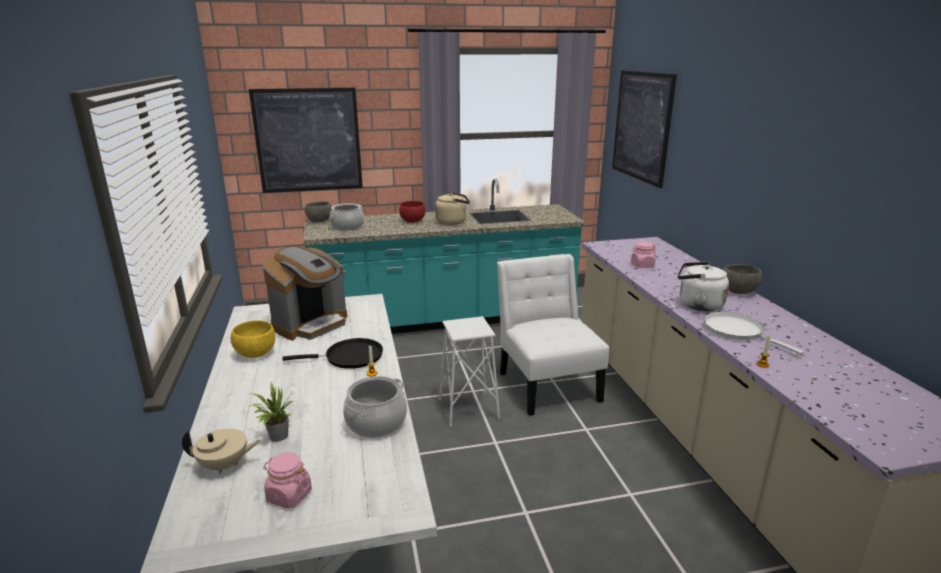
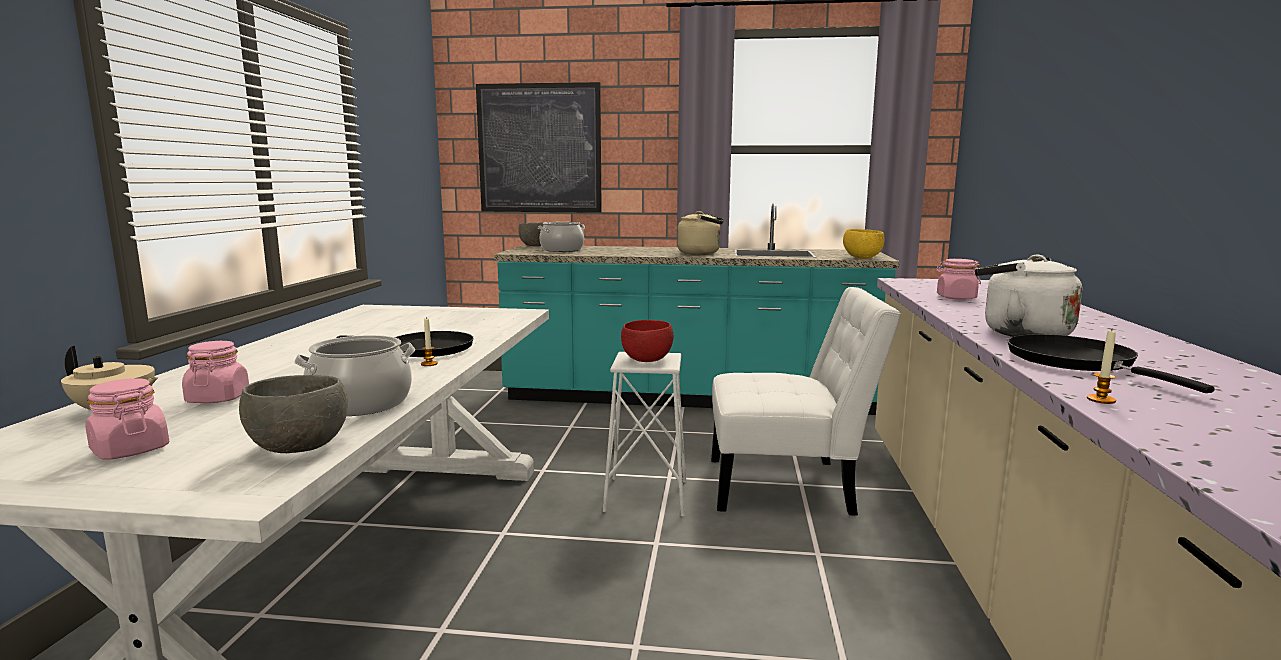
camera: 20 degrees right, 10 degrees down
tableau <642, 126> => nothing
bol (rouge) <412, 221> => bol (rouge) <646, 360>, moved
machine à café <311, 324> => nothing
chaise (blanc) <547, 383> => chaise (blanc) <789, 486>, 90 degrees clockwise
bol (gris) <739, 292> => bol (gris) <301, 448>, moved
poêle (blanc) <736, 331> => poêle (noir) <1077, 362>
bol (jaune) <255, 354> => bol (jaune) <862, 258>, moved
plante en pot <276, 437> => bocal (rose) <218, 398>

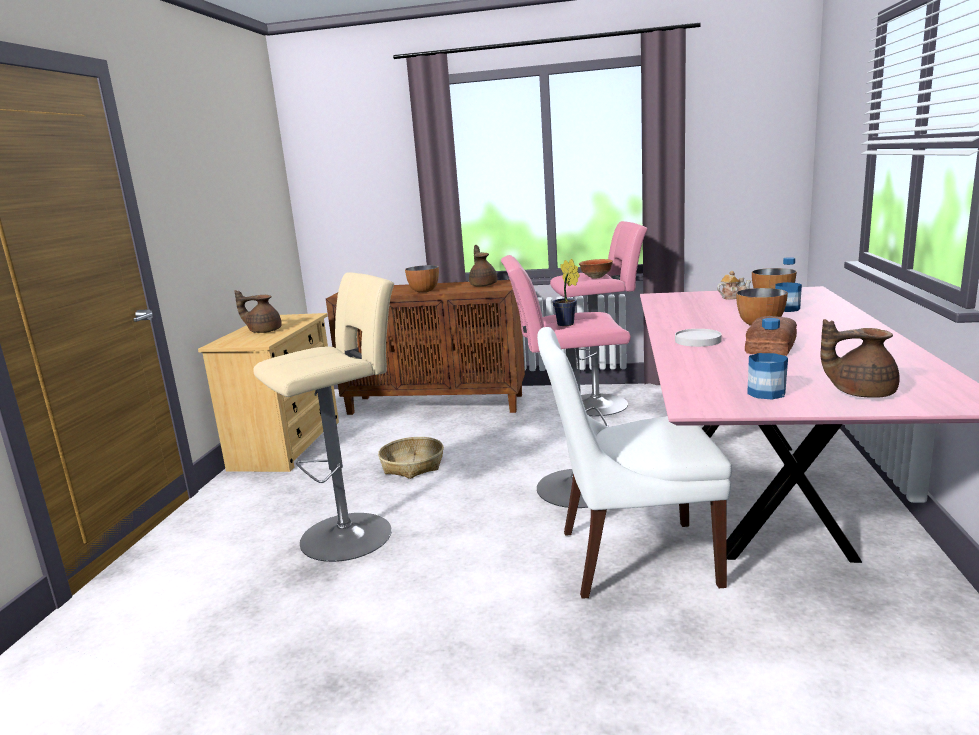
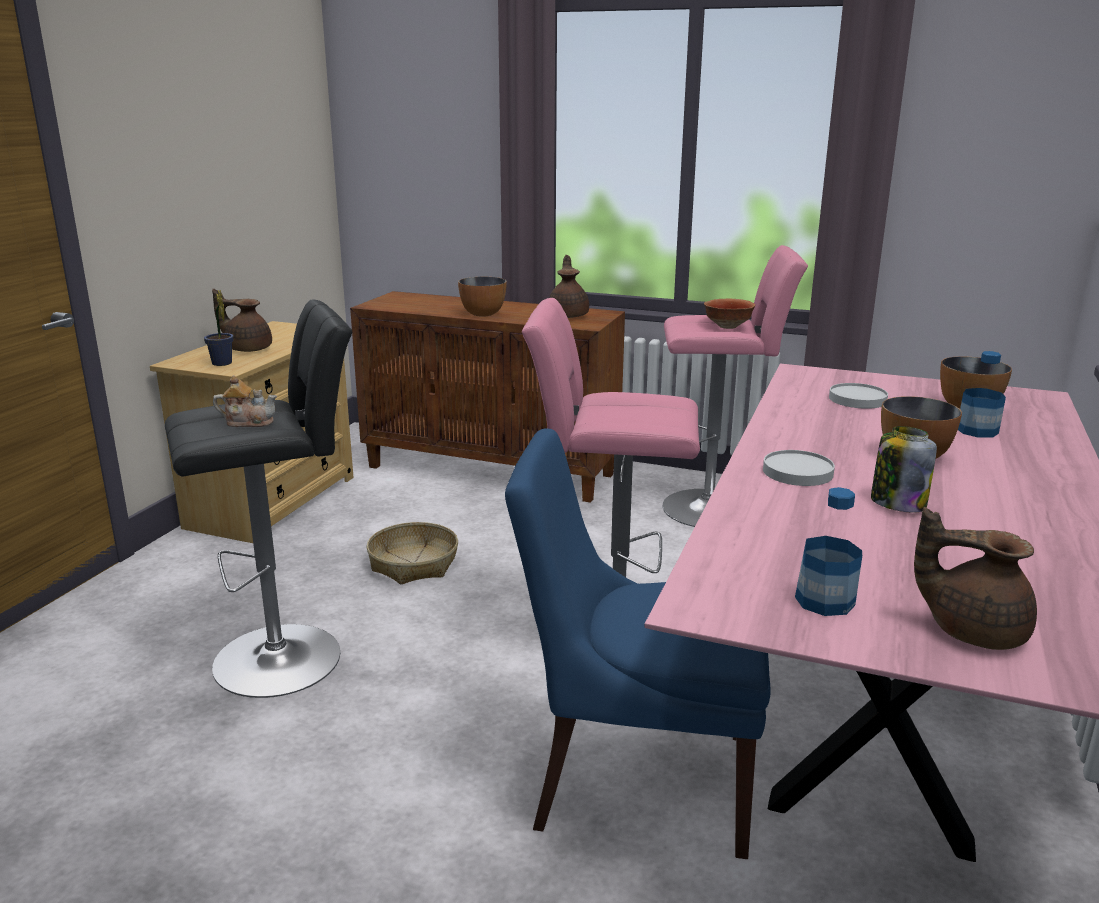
camera: 10 degrees right, 5 degrees up
plante en pot <567, 324> => plante en pot <222, 364>, moved
théière <733, 297> => théière <248, 422>, moved
tabouret (beige) <352, 533> => tabouret (noir) <287, 656>
pain <769, 346> => bocal <897, 503>
chaise (blanc) <631, 558> => chaise (bleu) <634, 778>
nothing => assiette (blanc) <857, 399>

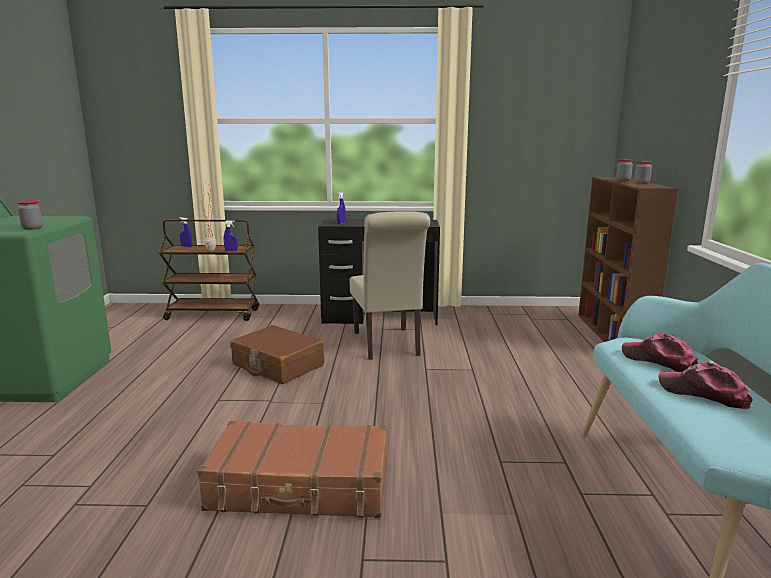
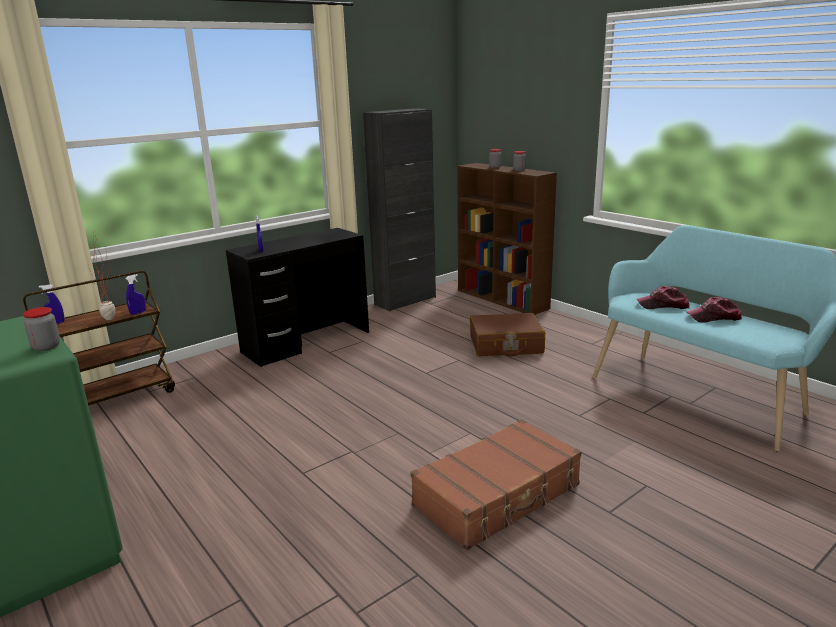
camera: 40 degrees left, 5 degrees up
chaise (beige) <388, 345> => nothing
valise (marron) <277, 365> => valise (marron) <506, 345>, moved
nothing => meuble de rangement (noir) <405, 301>

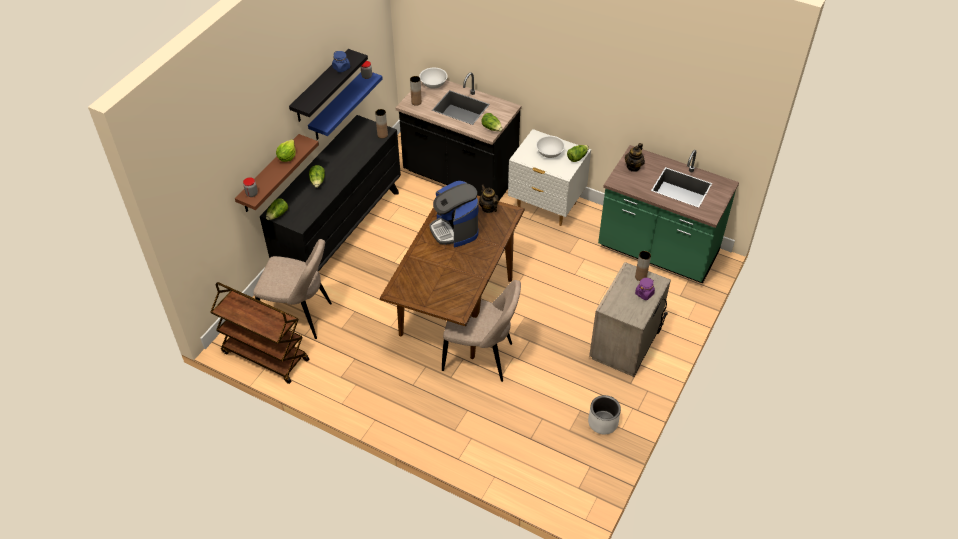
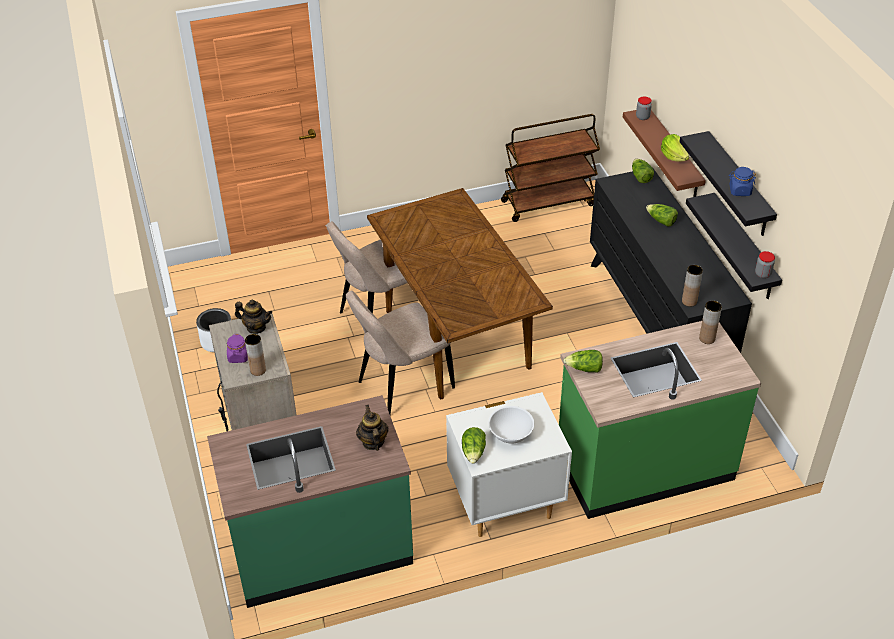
camera: 135 degrees right, 5 degrees down
bol (blanc) <433, 84> => nothing
étagère (bleu) <337, 106> => étagère (noir) <744, 248>
comptoir de cuisine (noir) <459, 177> => comptoir de cuisine (vert) <643, 465>
machine à café <455, 230> => nothing
théière <488, 208> => théière <256, 327>, moved
chaise (beige) <299, 316> => chaise (beige) <401, 386>, moved

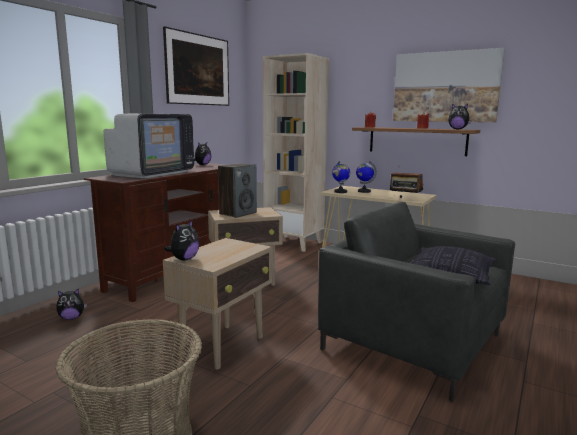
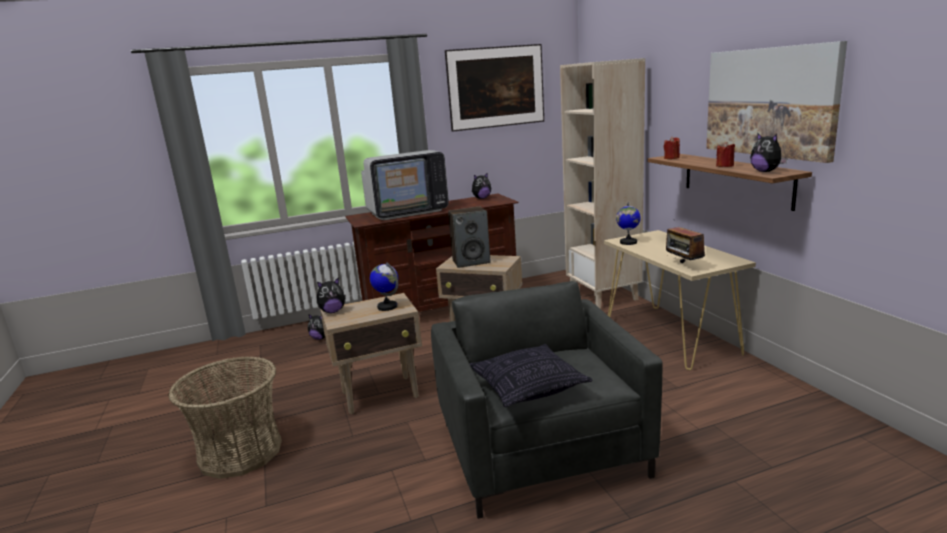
camera: 40 degrees right, 5 degrees up
globe <364, 191> => globe <387, 307>, moved

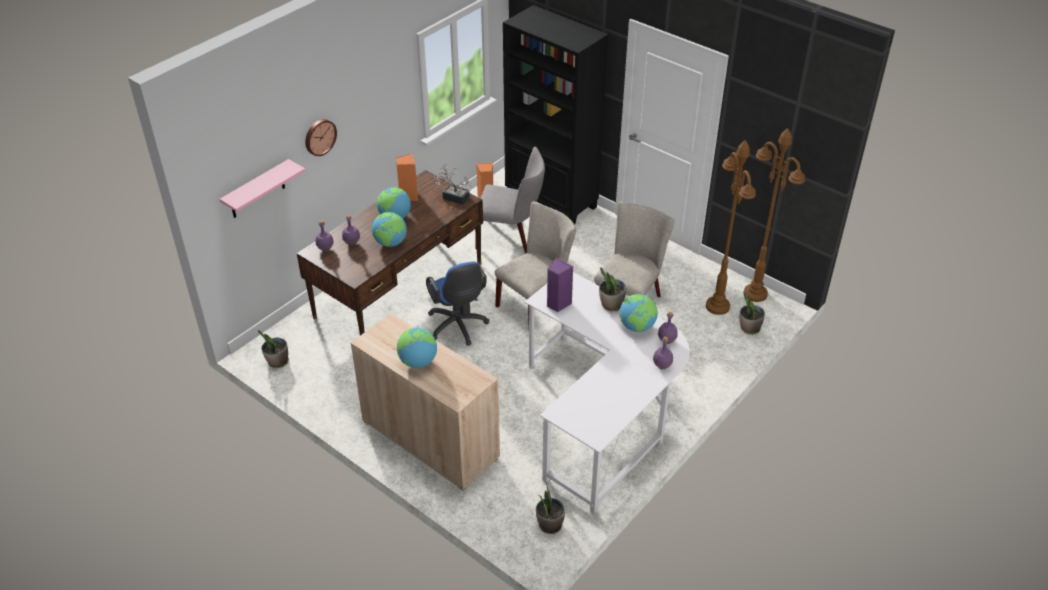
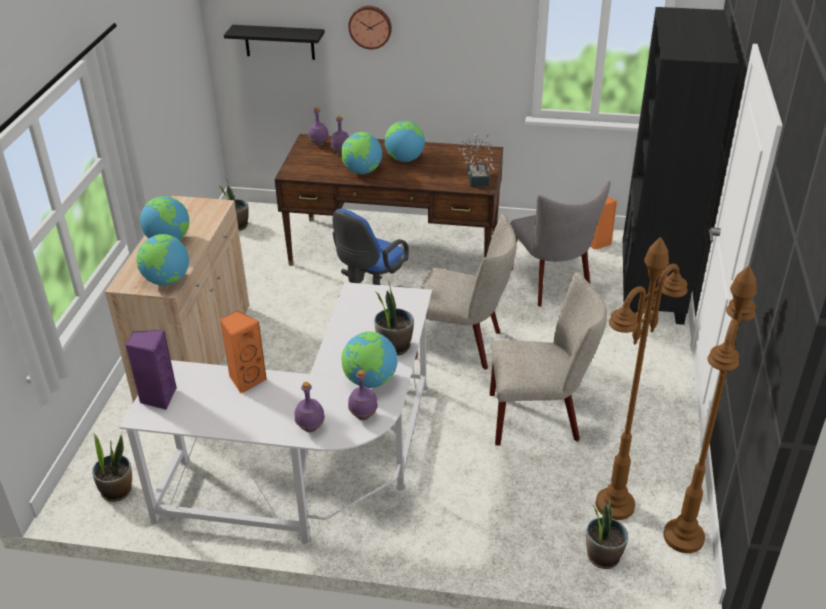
camera: 60 degrees right, 5 degrees down
enceinte (orange) <408, 196> => enceinte (orange) <246, 379>, moved
étagère (rose) <257, 190> => étagère (noir) <279, 42>
enceinte (violet) <557, 304> => enceinte (violet) <158, 397>, moved
nothing => globe <166, 281>

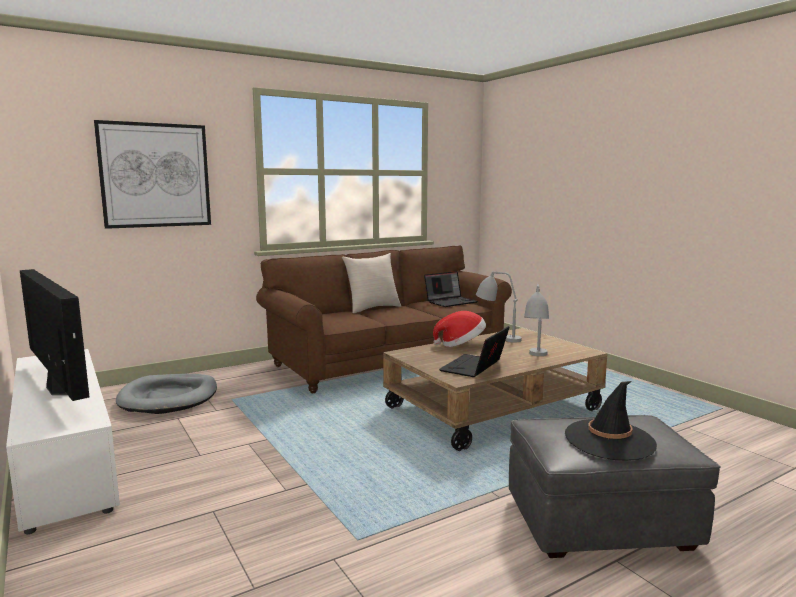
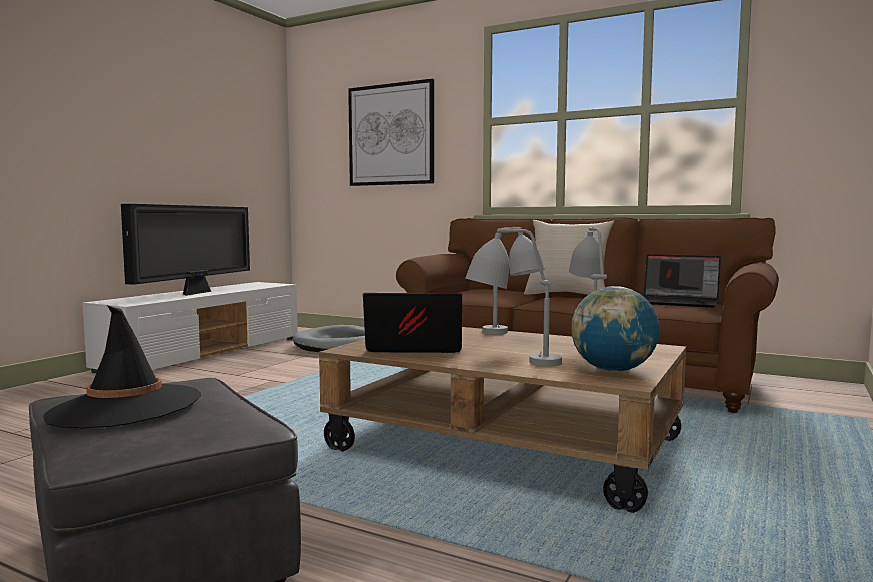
camera: 60 degrees right, 5 degrees down
chapeau <461, 344> => lampe de table (gris) <512, 336>
nothing => globe <613, 370>

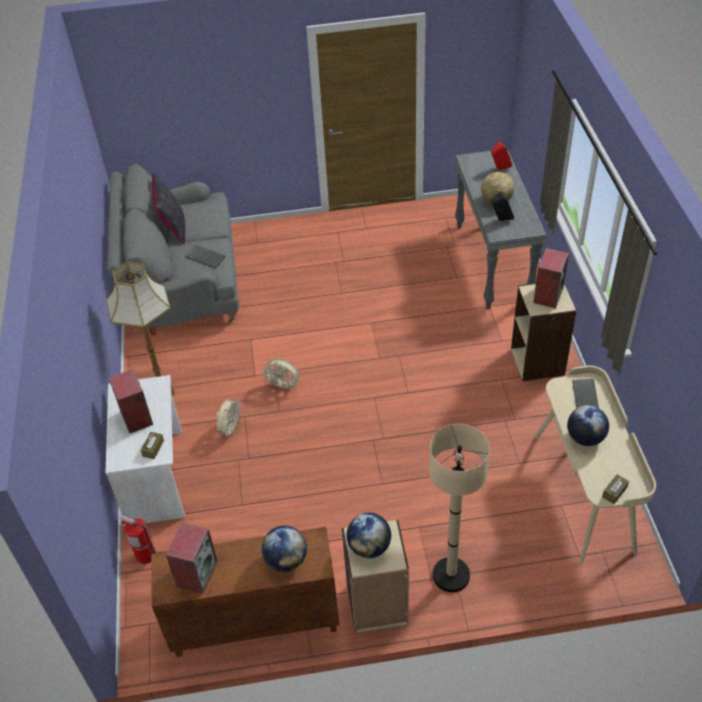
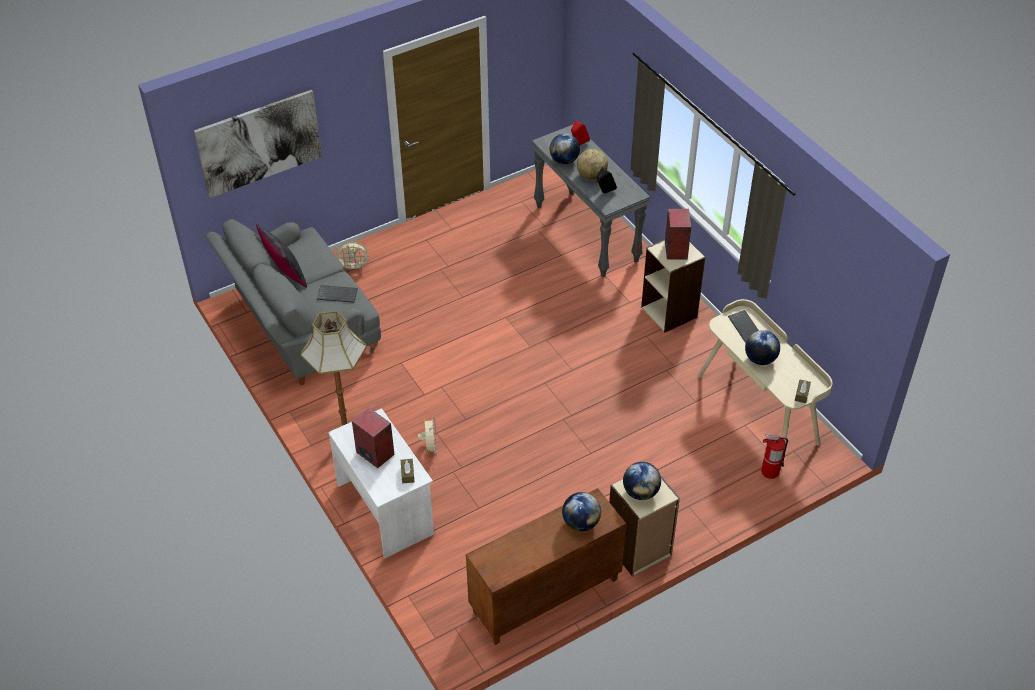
camera: 25 degrees left, 0 degrees up
ventilateur (beige) <283, 386> => ventilateur (beige) <354, 268>, moved
lampadaire (beige) <451, 575> => nothing
extincteur <145, 555> => extincteur <769, 471>, moved
enceinte <197, 573> => nothing
nothing => tableau <259, 143>
nothing => globe <564, 160>

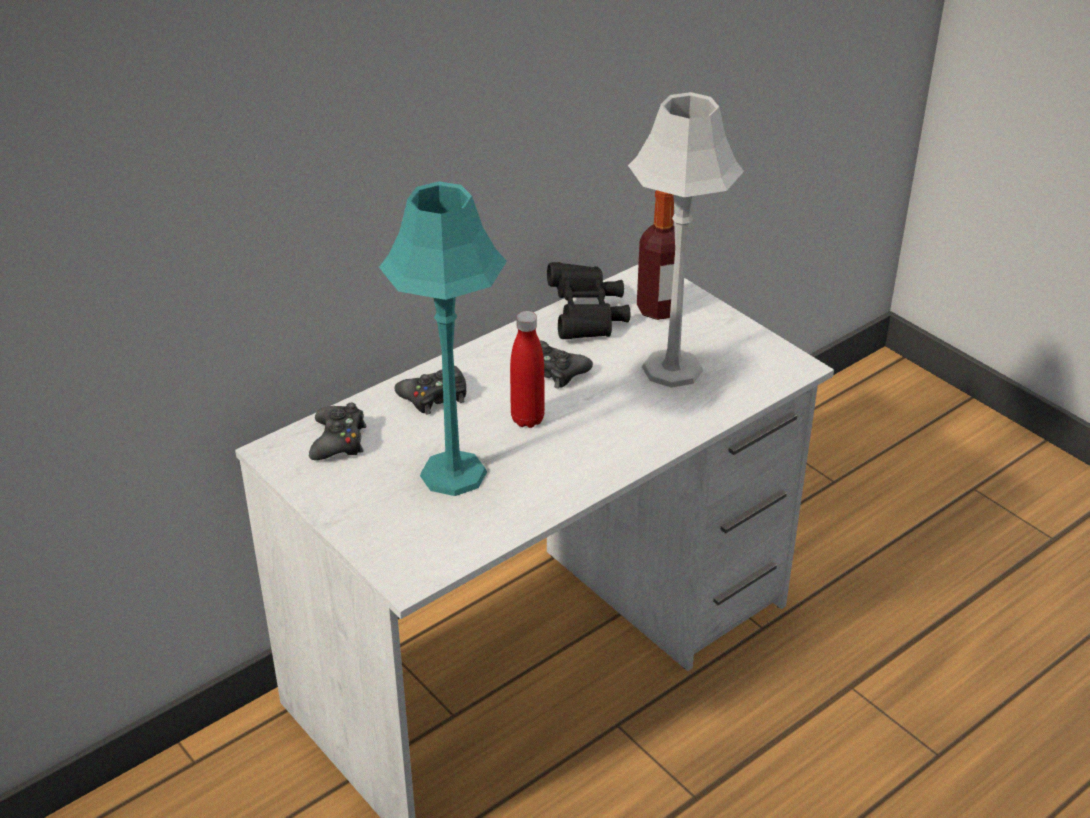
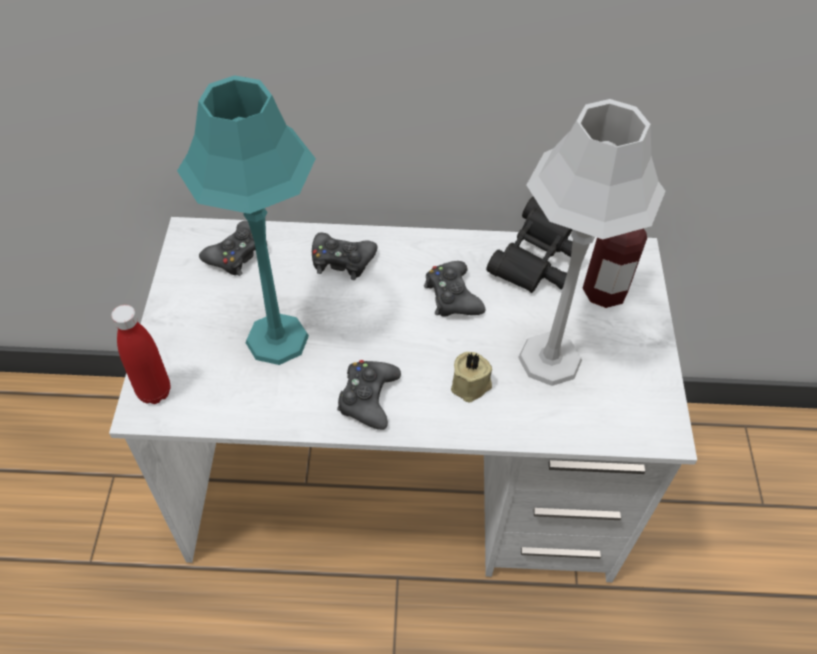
camera: 40 degrees right, 15 degrees up
bouteille (rouge) <527, 419> => bouteille (rouge) <154, 392>, moved
nothing => bougie (beige) <471, 386>
nothing => manette (noir) <368, 398>

